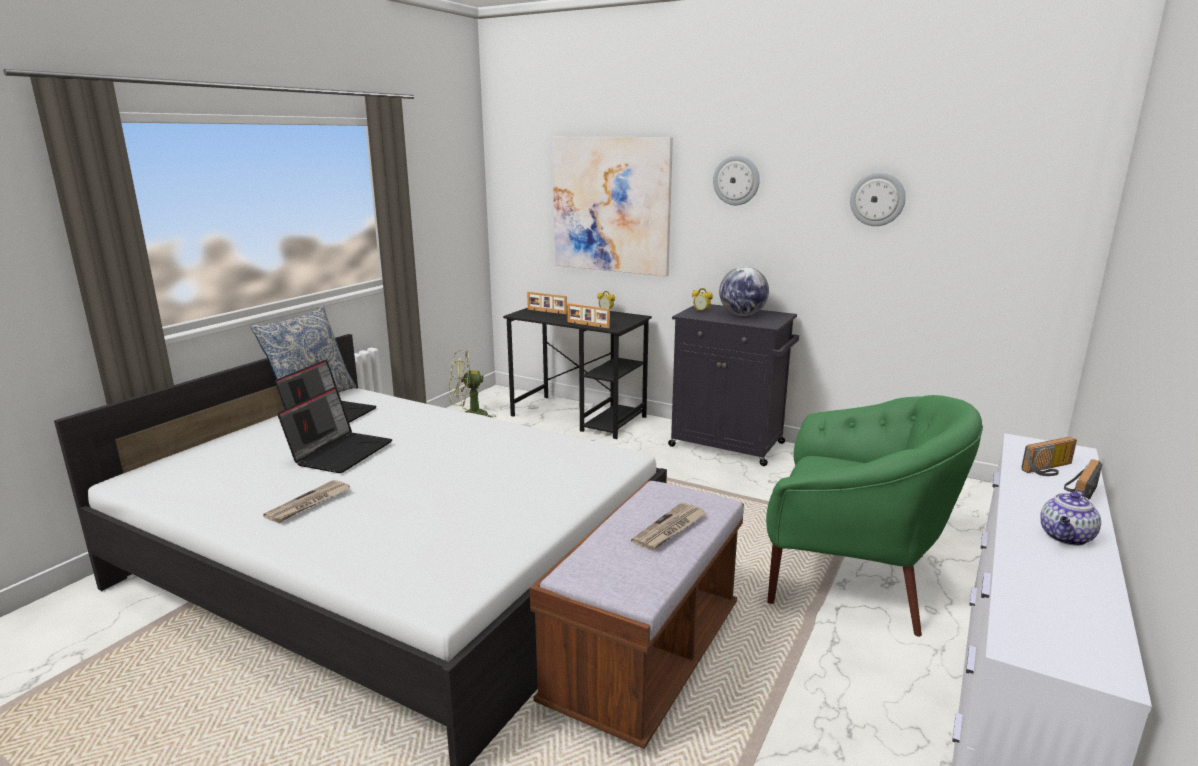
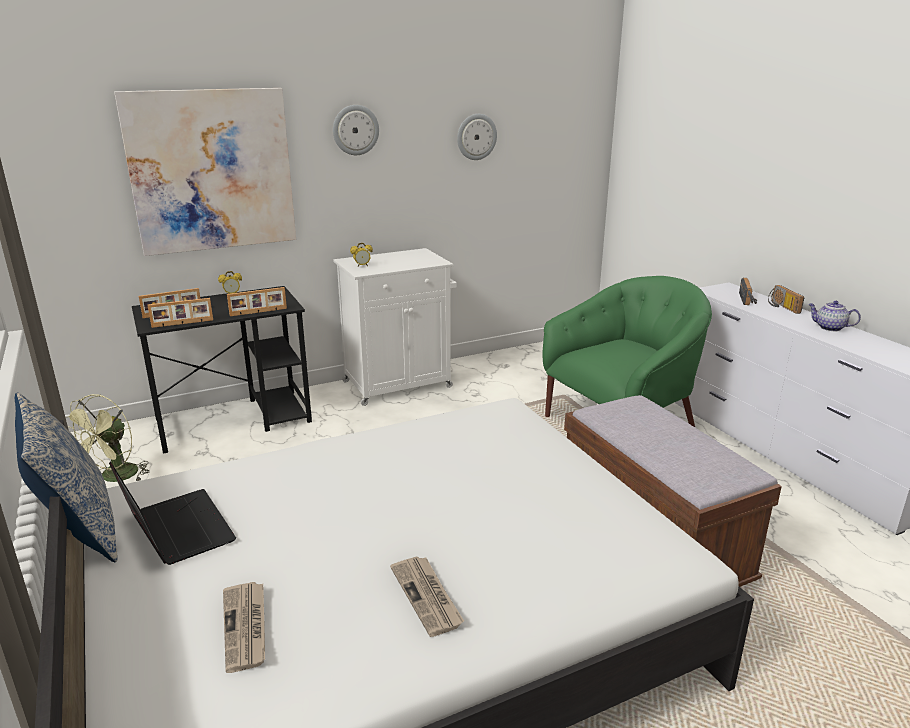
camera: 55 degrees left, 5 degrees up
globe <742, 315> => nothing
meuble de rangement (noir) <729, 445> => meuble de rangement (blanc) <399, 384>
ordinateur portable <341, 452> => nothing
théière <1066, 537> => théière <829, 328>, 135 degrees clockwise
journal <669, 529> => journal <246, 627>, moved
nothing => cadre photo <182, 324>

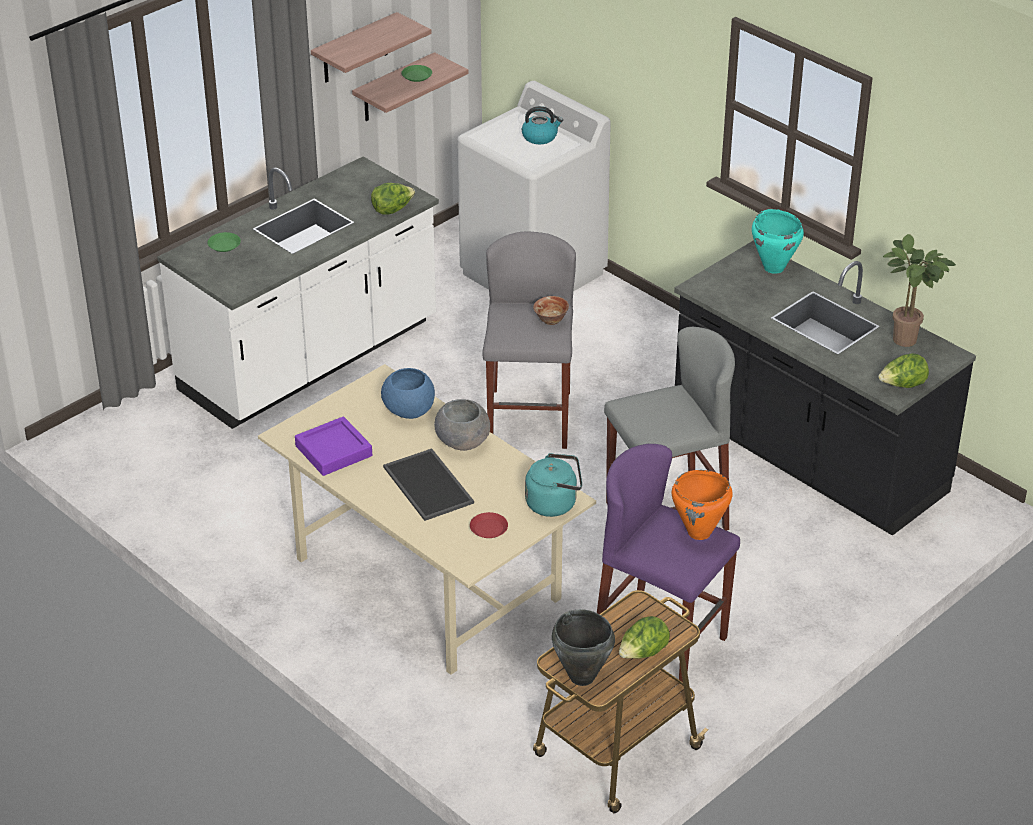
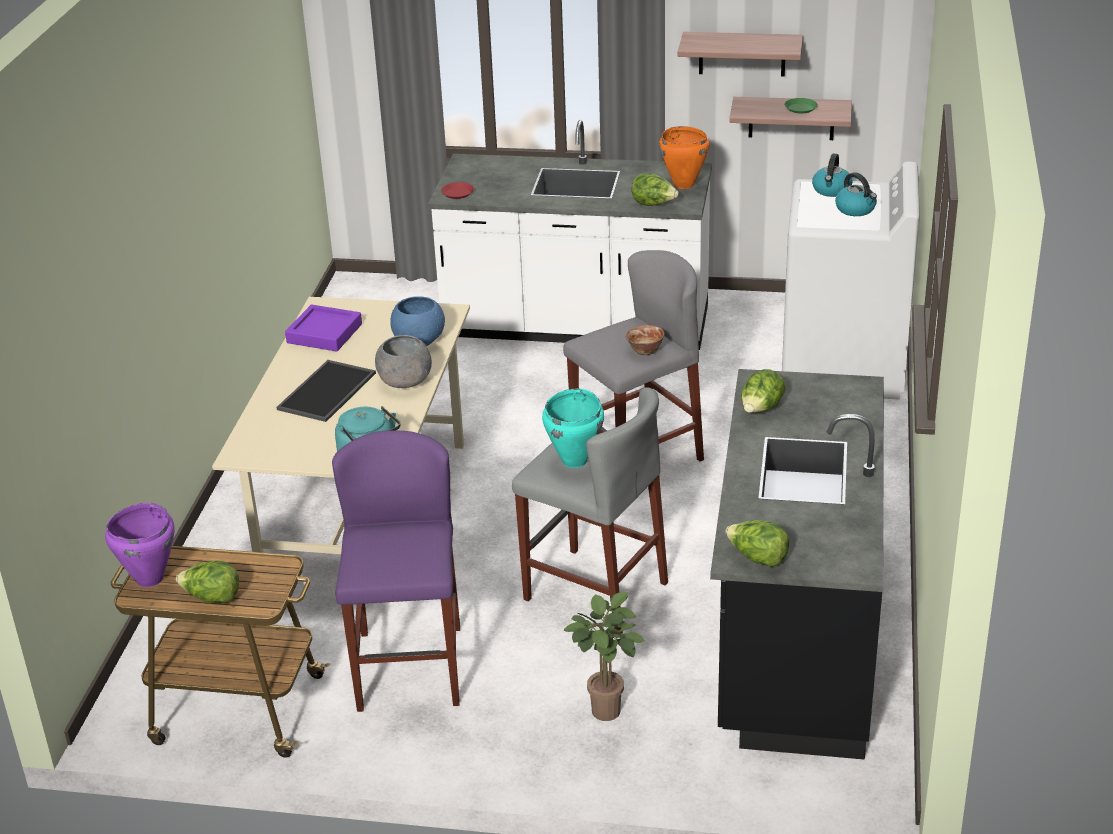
camera: 55 degrees right, 5 degrees down
marmite (turquoise) <774, 267> => marmite (turquoise) <575, 460>, moved
assiette (vert) <224, 245> => nothing
plante en pot <909, 341> => plante en pot <607, 715>, moved
marmite (orange) <699, 532> => marmite (orange) <683, 185>, moved
assiette (rouge) <489, 528> => assiette (rouge) <458, 193>, moved
marmite (noir) <582, 677> => marmite (violet) <149, 579>
nothing => bouilloire <831, 190>
nothing => laitue <761, 410>

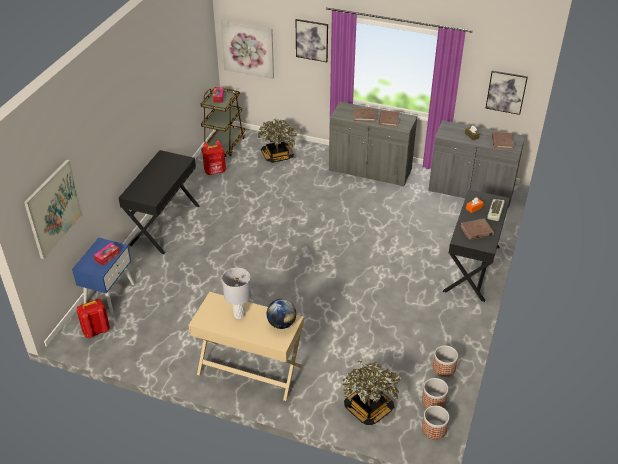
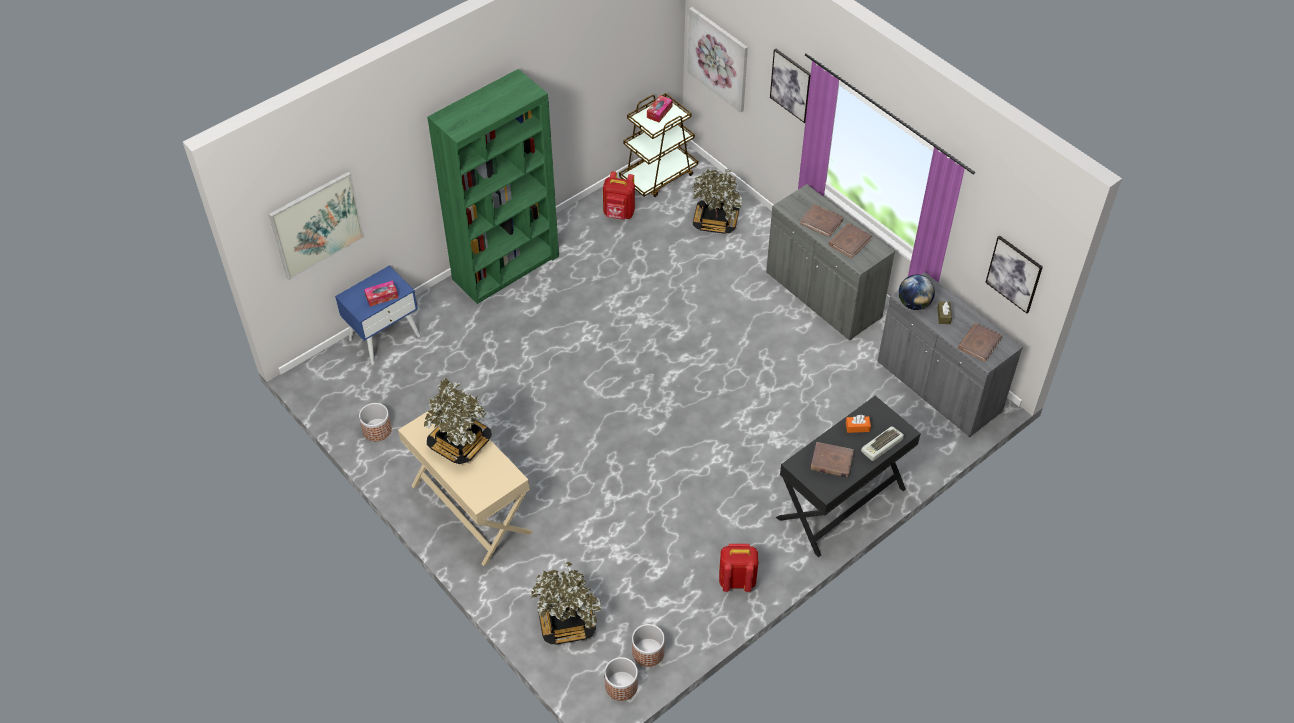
camera: 30 degrees right, 10 degrees up
bureau (noir) <164, 224> => bibliothèque (vert) <506, 267>
lampe de table (gris) <239, 315> => plante en pot <459, 443>
sac à dos (rouge) <96, 331> => sac à dos (rouge) <736, 580>, moved
globe <281, 324> => globe <914, 304>, moved
cache-pot <443, 368> => cache-pot <377, 430>, moved

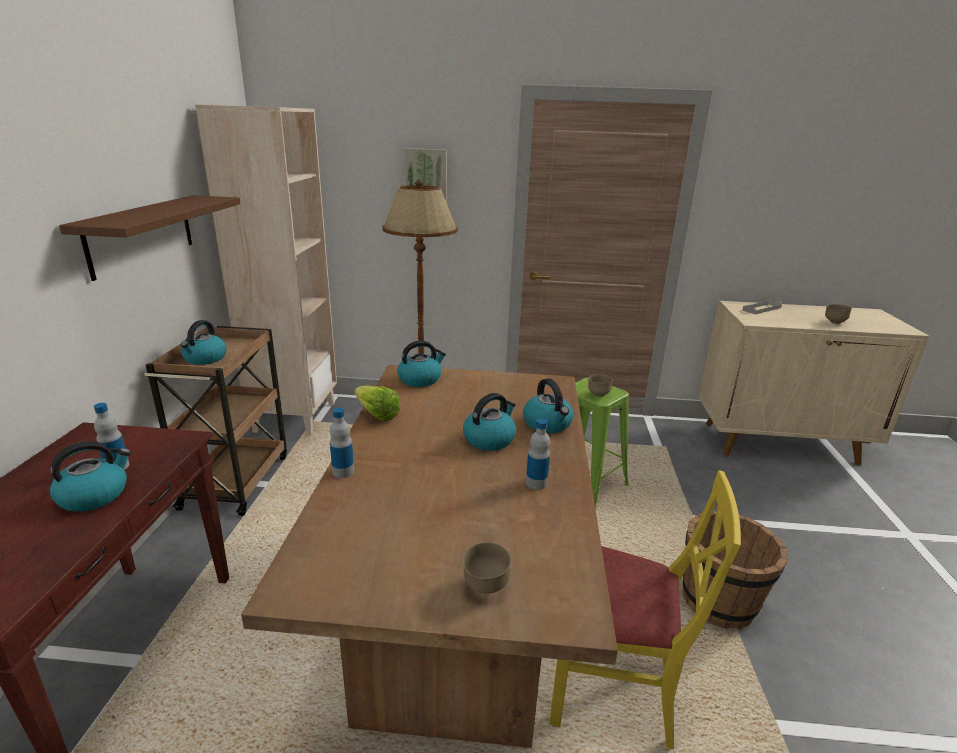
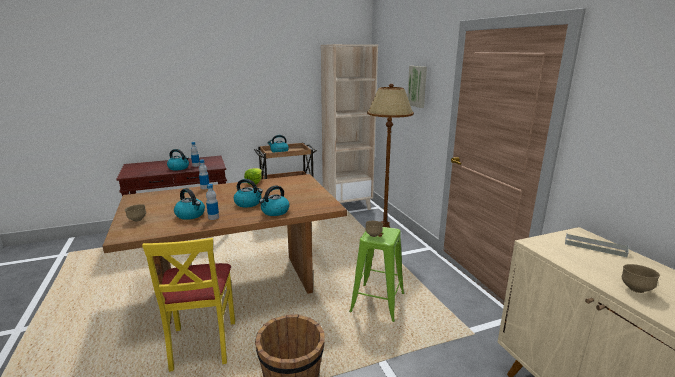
camera: 65 degrees right, 5 degrees down
étagère (marron) <141, 234> => nothing
bouilloire <420, 379> => bouilloire <191, 215>, moved

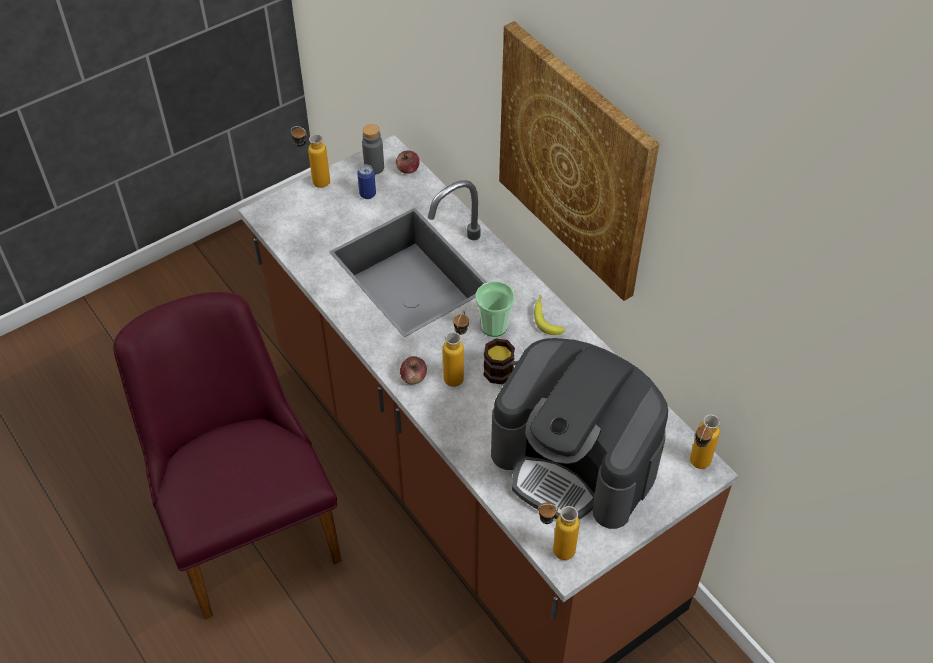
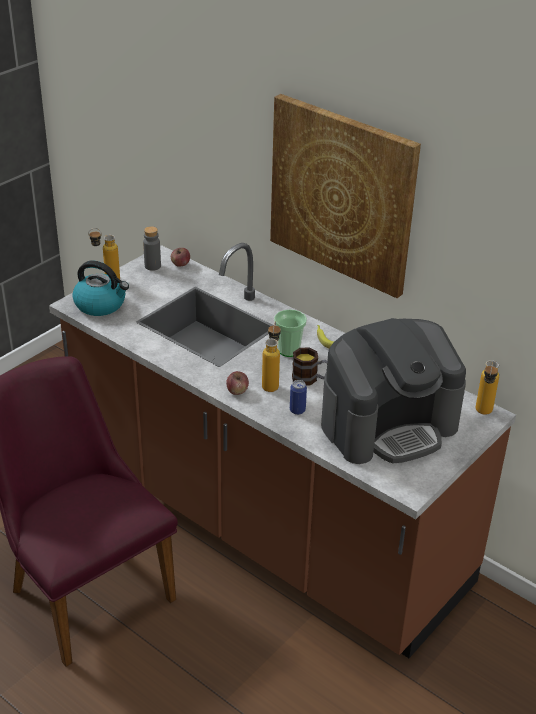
camera: 15 degrees left, 15 degrees down
boîte métallique <367, 194> => boîte métallique <297, 410>, moved
machine à café <575, 462> => machine à café <389, 425>, 45 degrees counterclockwise
bouteille <554, 550> => nothing
nothing => bouilloire <101, 304>

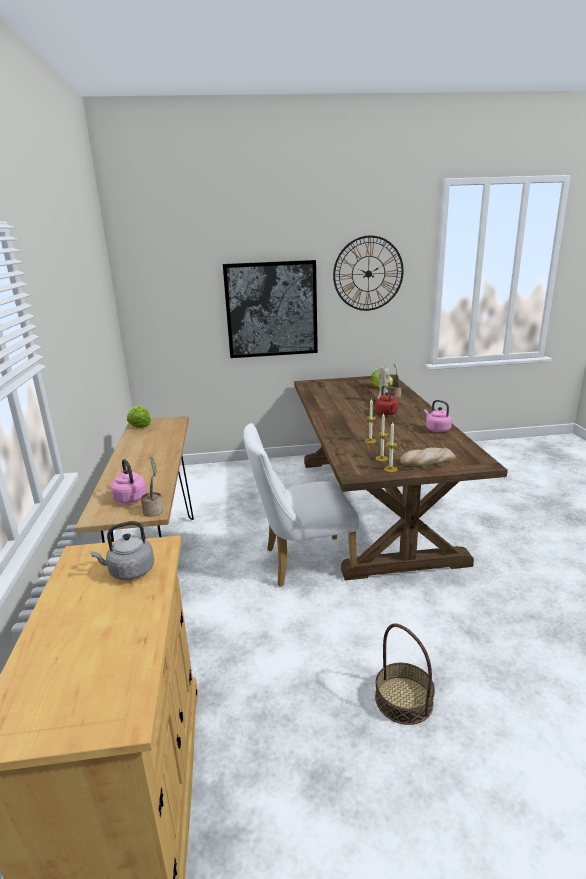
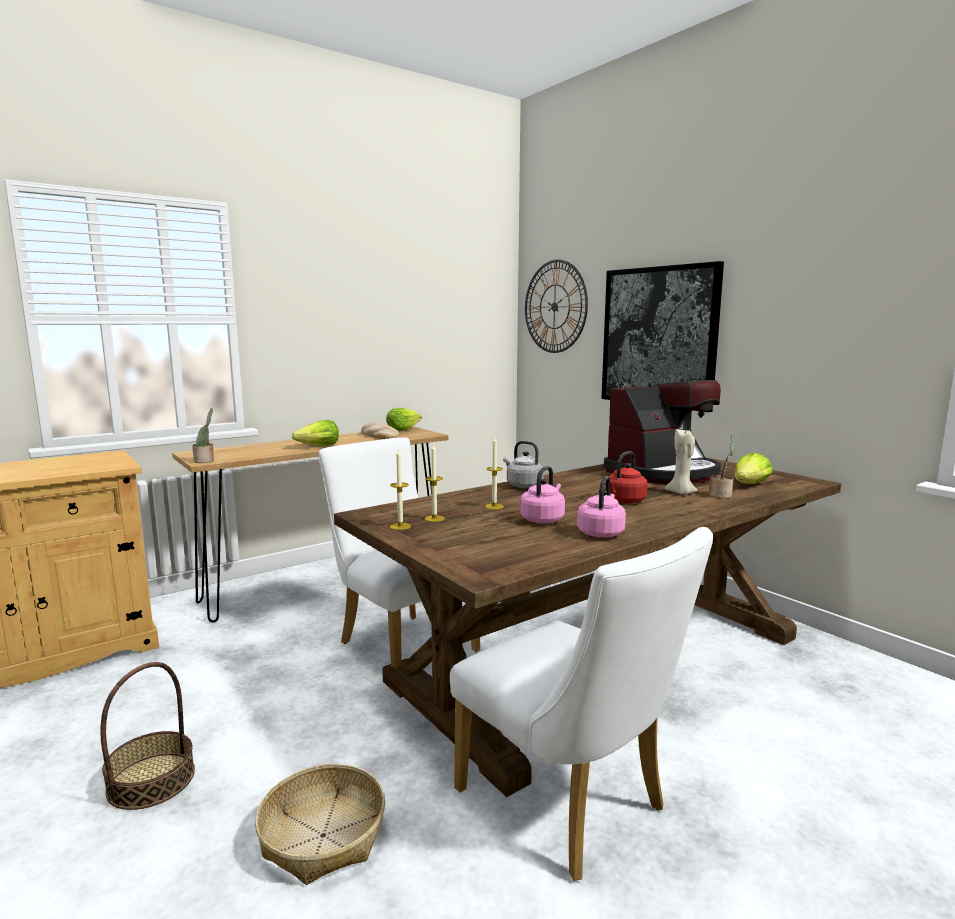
camera: 60 degrees right, 10 degrees down
horloge murale <368, 274> => horloge murale <555, 306>, moved
pain <427, 461> => pain <379, 435>, moved
bouilloire (rose) <130, 498> => bouilloire (rose) <543, 519>, moved
bouilloire (gris) <129, 572> => bouilloire (gris) <522, 485>, moved
nothing => machine à café <664, 473>
nothing => laitue <319, 446>
nothing => chaise (blanc) <571, 807>
nothing => panier <323, 836>

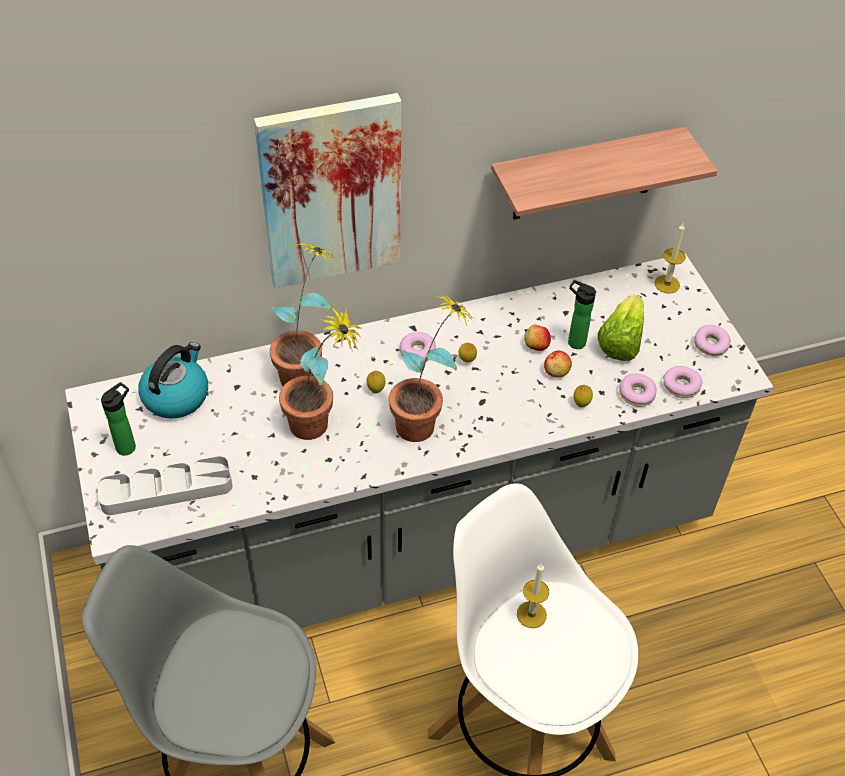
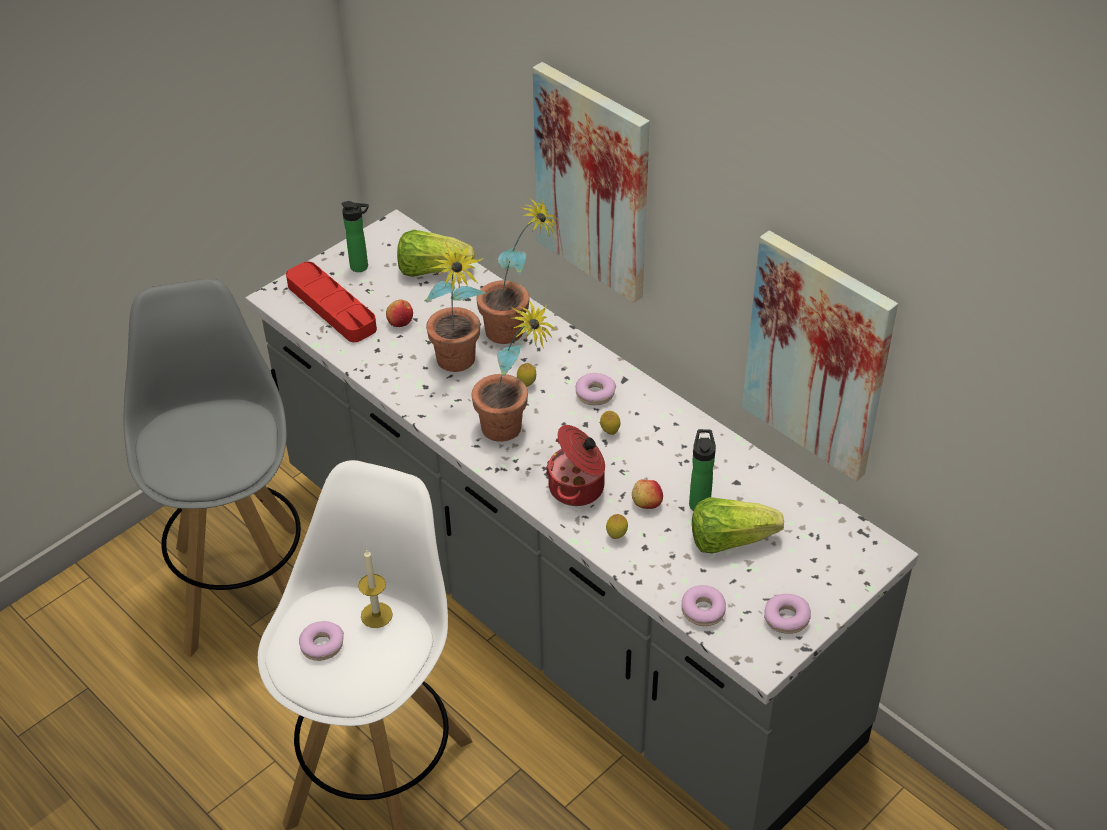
camera: 65 degrees right, 5 degrees down
étagère <585, 175> => tableau <818, 355>
bougie <667, 284> => nothing
pomme <536, 345> => pomme <400, 322>, moved
bouilloire <176, 396> => laitue <432, 269>
beignet <636, 394> => beignet <322, 645>, moved
plateau (gris) <166, 490> => plateau (rouge) <331, 307>
nothing => marmite <578, 487>

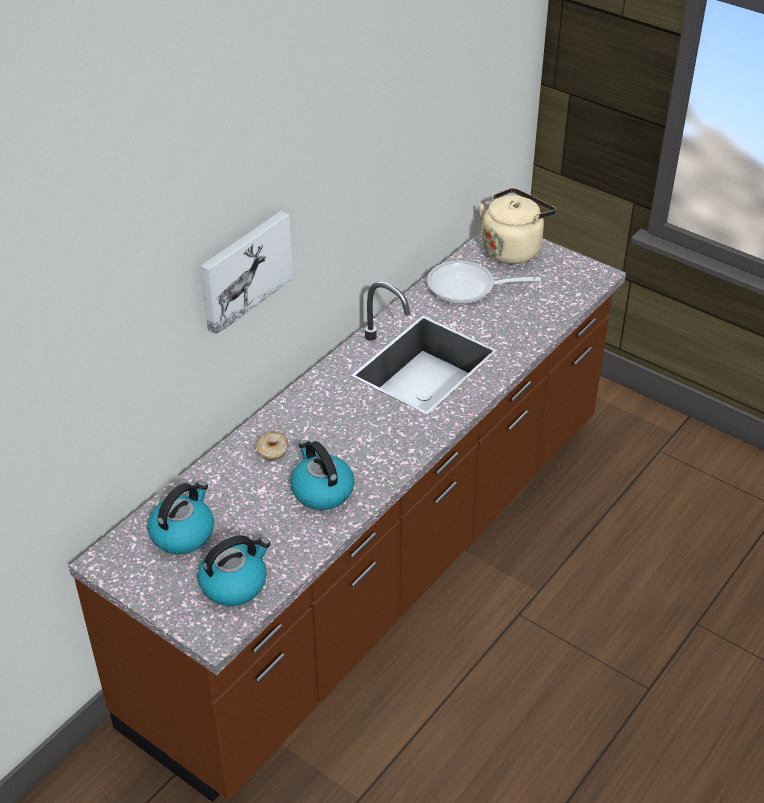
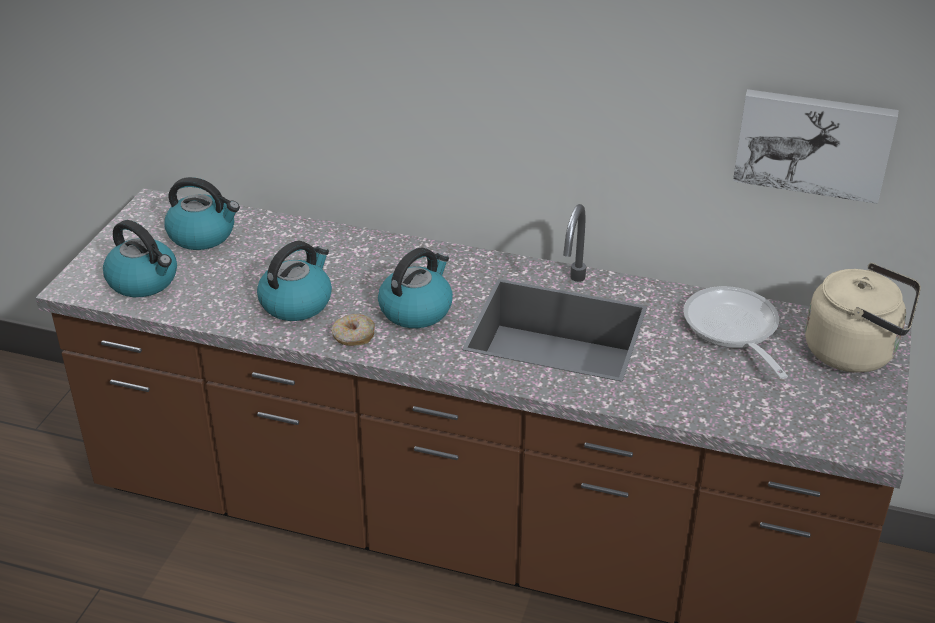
camera: 70 degrees right, 5 degrees down
tableau <244, 270> => tableau <813, 143>, moved
beignet <272, 450> => beignet <353, 336>, moved
nothing => bouilloire <416, 309>

